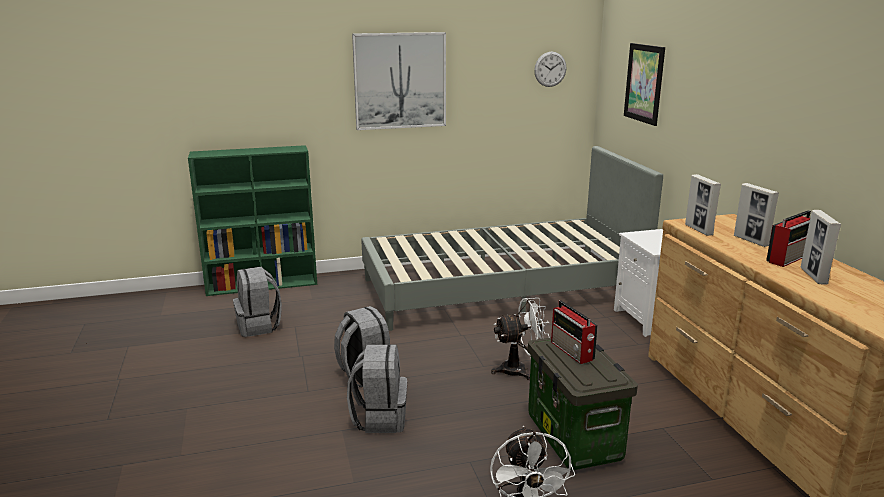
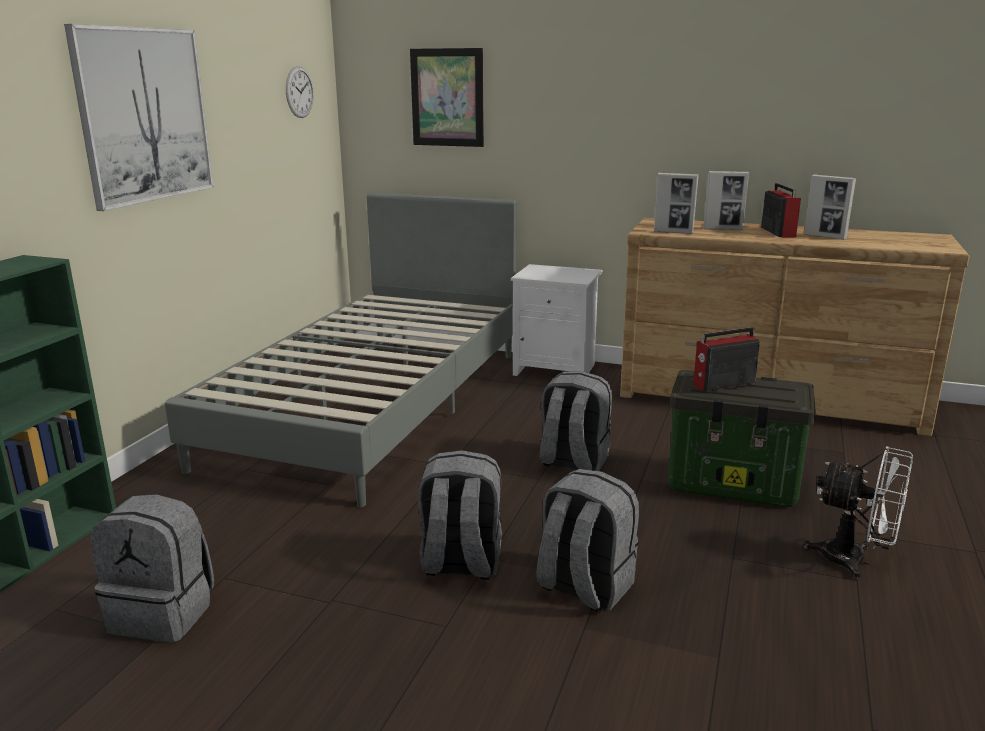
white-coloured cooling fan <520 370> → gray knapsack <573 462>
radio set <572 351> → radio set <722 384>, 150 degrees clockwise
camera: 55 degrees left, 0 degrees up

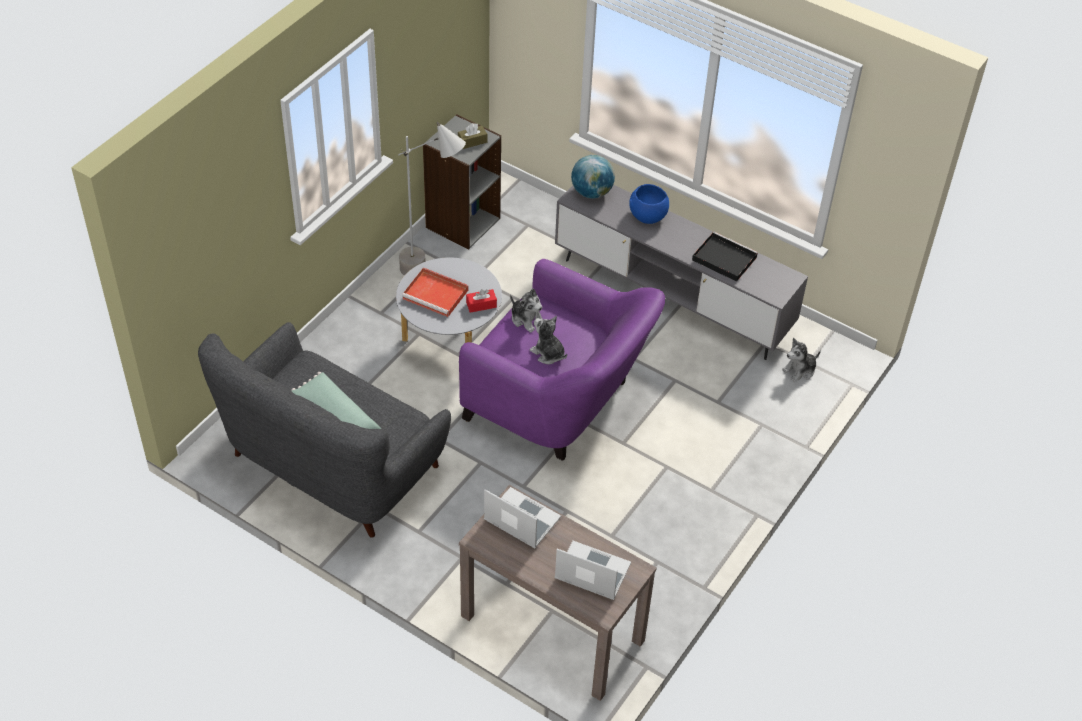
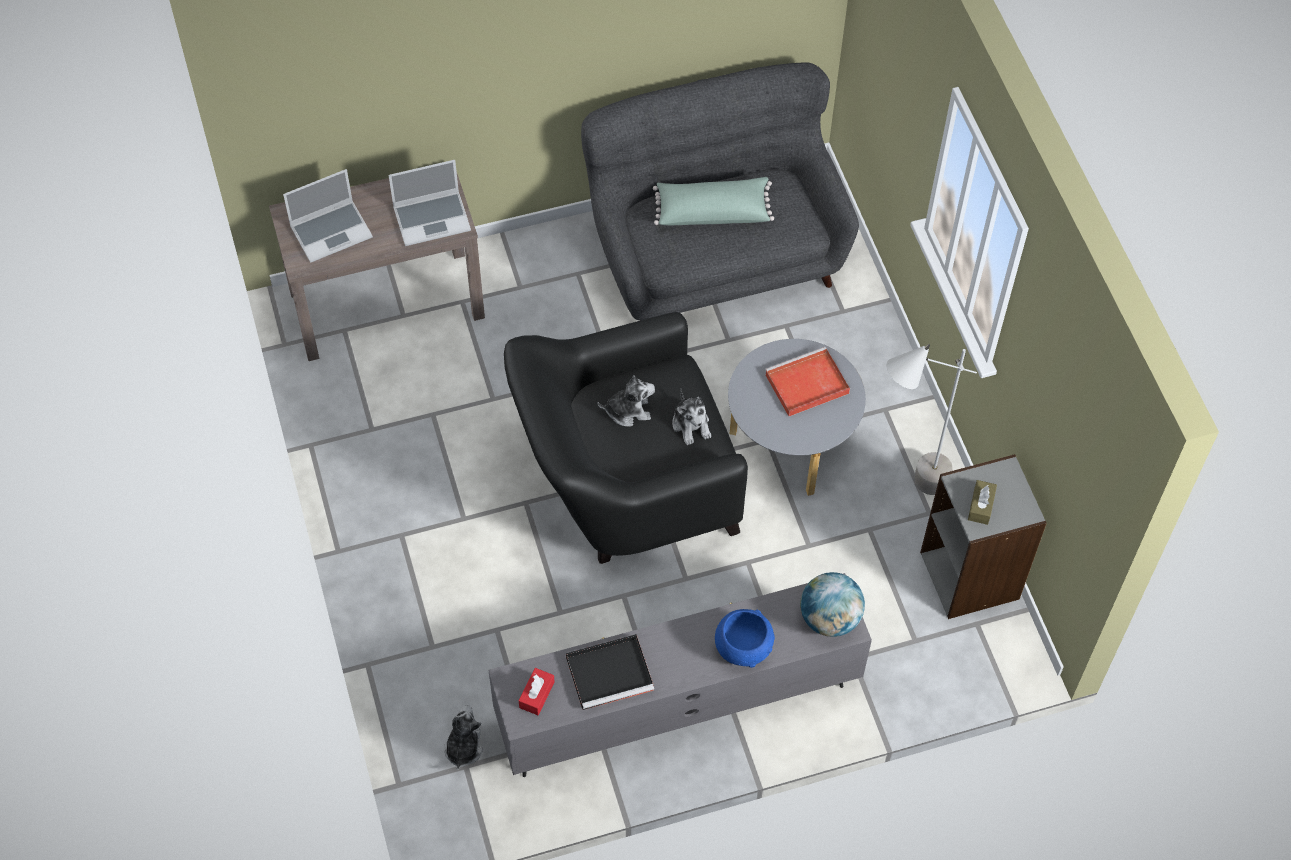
red-coloured tissue box <481 305> → red-coloured tissue box <536 695>, relocated
purple-coloured armchair <559 403> → black armchair <624 484>
cuddly toy <526 319> → cuddly toy <691 425>, 105 degrees counterclockwise
camera: 130 degrees right, 10 degrees up

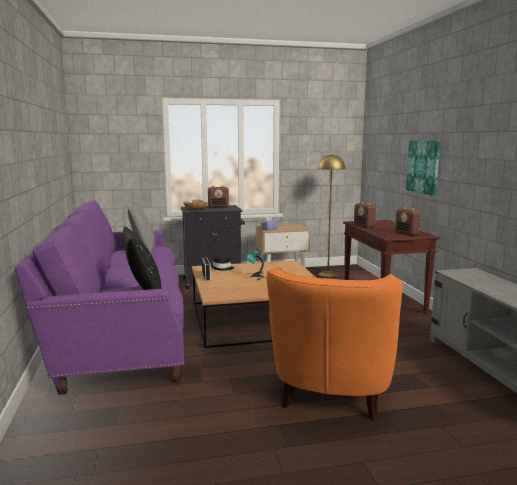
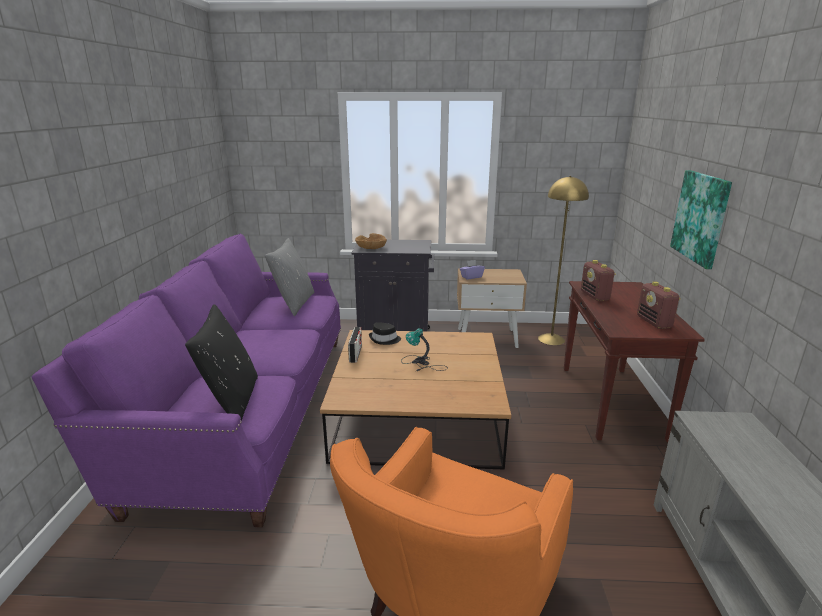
radio set <218 207> → -
camera: 15 degrees right, 10 degrees up

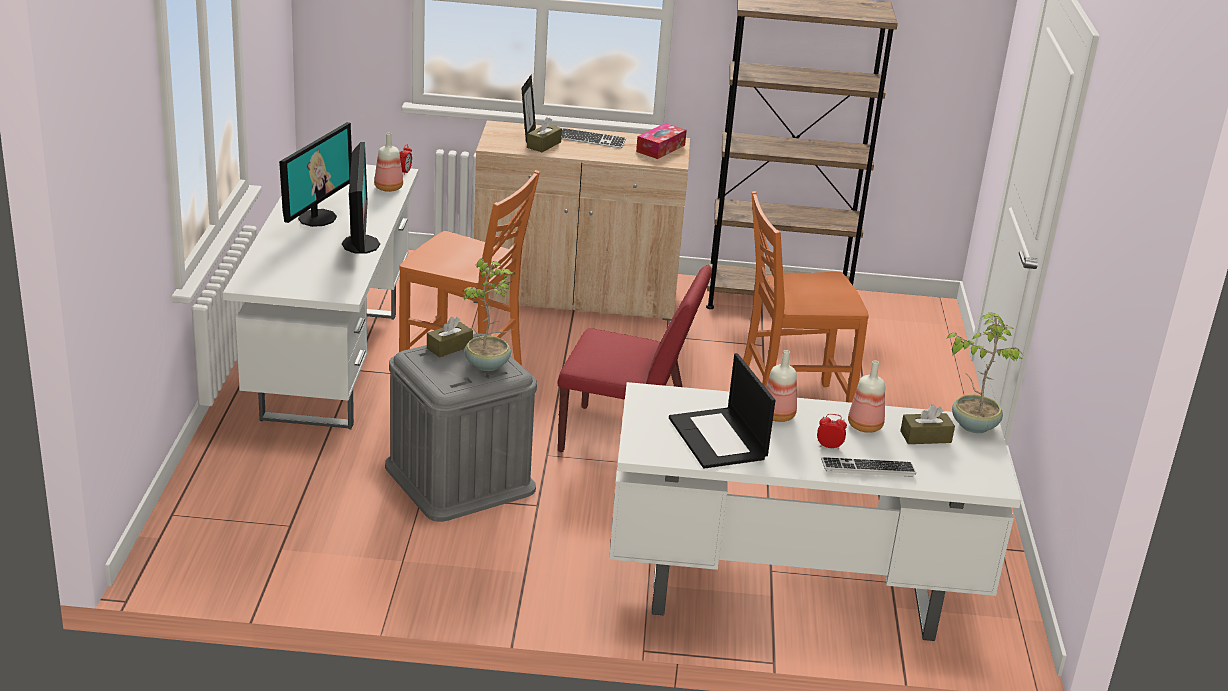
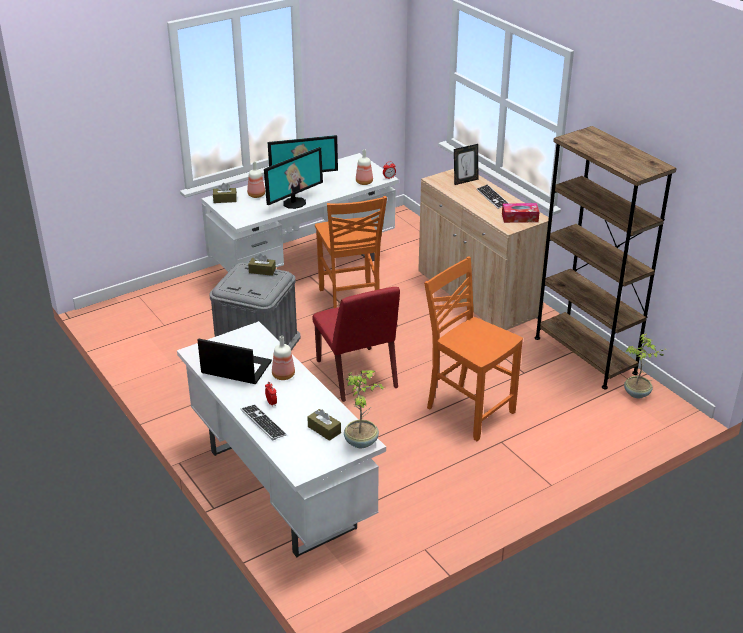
houseplant <488 365> → houseplant <637 394>, relocated
brownish tissue box <544 145> → brownish tissue box <225 199>, relocated
drink bottle <866 426> → drink bottle <256 195>, relocated
laptop <719 439> → laptop <235 368>, 75 degrees clockwise
camera: 55 degrees right, 5 degrees up

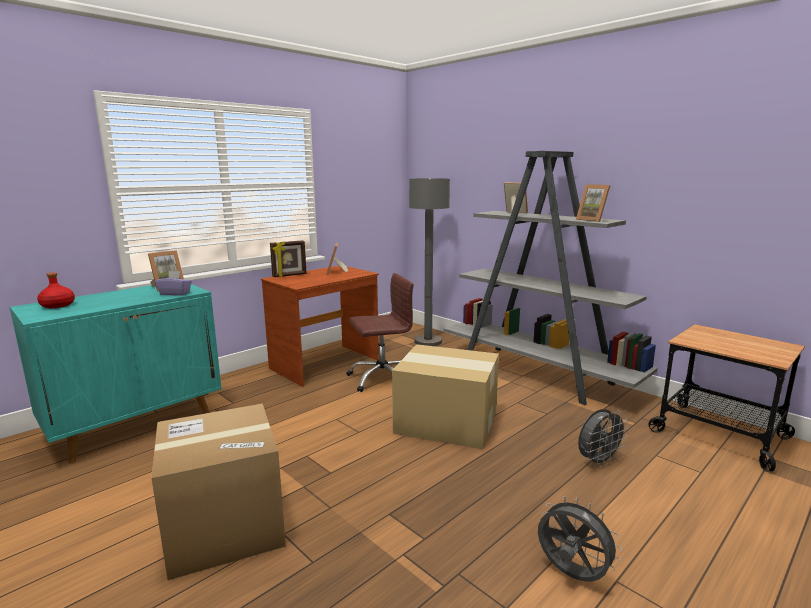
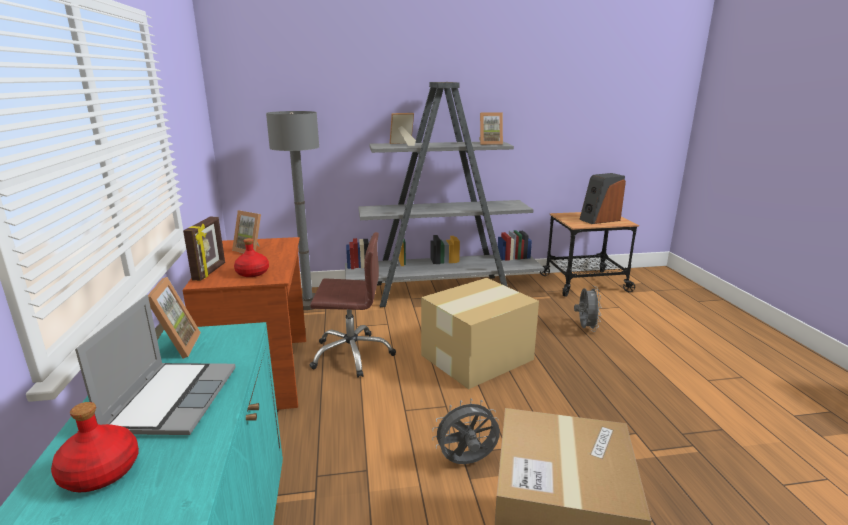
purple-coloured tissue box <175 293> → -
- → laptop <172 399>
- → red-coloured drink bottle <252 273>
- → speaker <599 219>
gray cooling fan <571 575> → gray cooling fan <467 462>, relocated
brownish computer chair <382 378> → brownish computer chair <352 354>, 75 degrees clockwise
camera: 55 degrees left, 5 degrees up

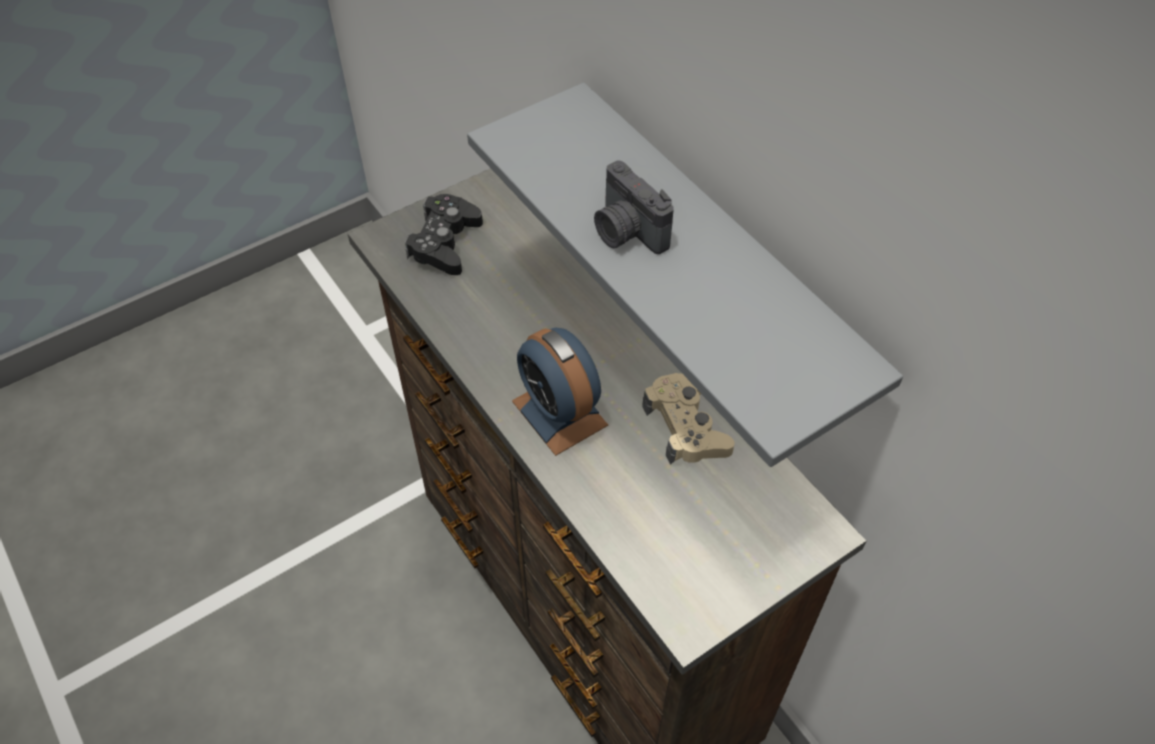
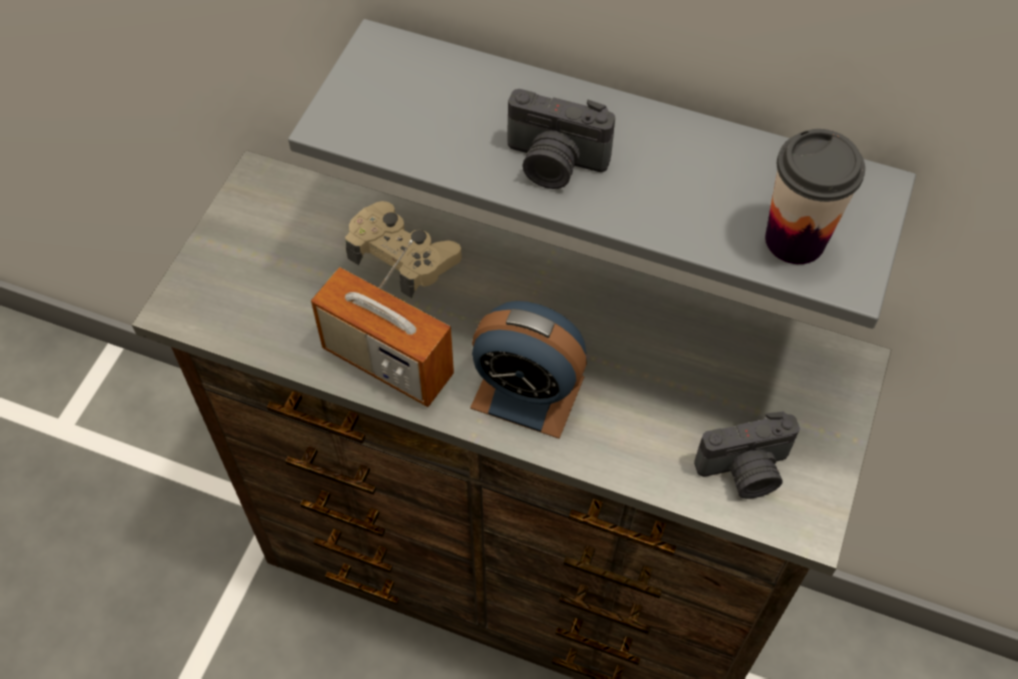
black gamepad <445 242> → -
- → radio set <387 362>
- → still camera <745 471>
- → drinking cup <795 240>
beige gamepad <686 427> → beige gamepad <402 256>, relocated
camera: 35 degrees left, 5 degrees up

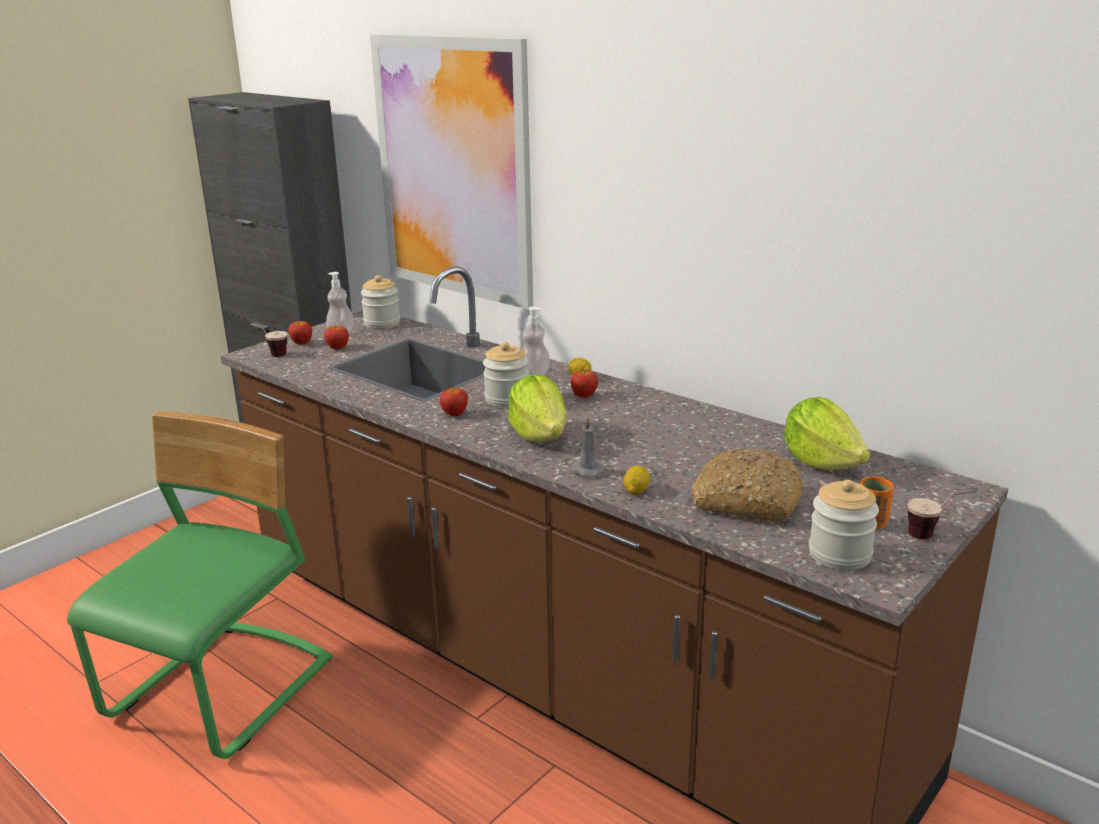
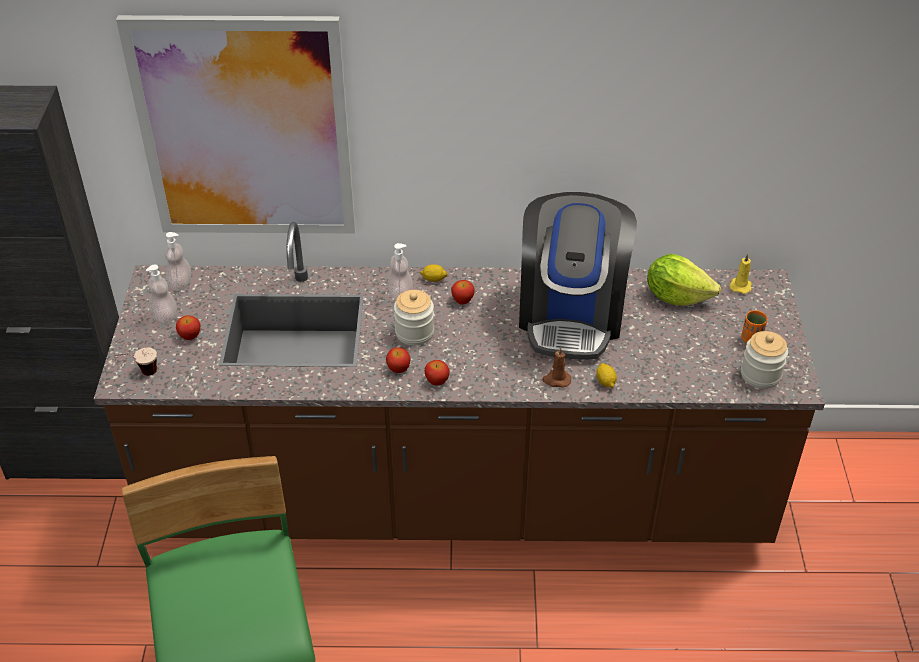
head of lettuce <540 435> → -
bakery bread <746 501> → -
drinking cup <934 536> → -
- → coffee brewer <571 314>
- → yellow wax light <740 285>
whole apple <301 343> → whole apple <437 381>, relocated
preserve jar <382 323> → liquid soap bottle <180 283>
gray wax light <586 471> → brownish wax light <556 380>
camera: 40 degrees left, 20 degrees up

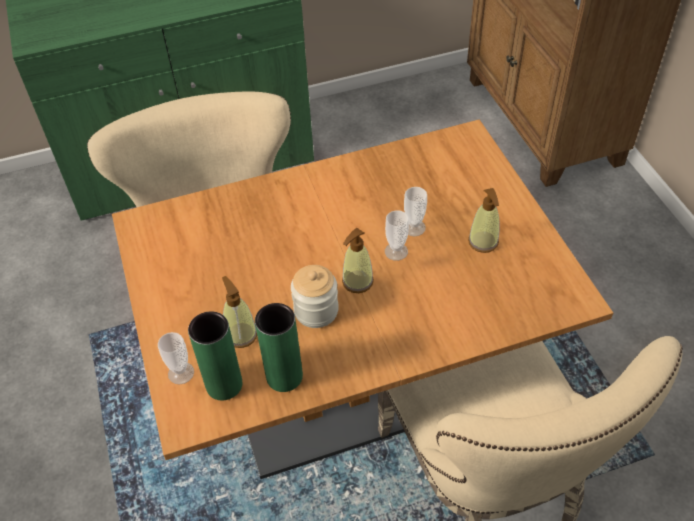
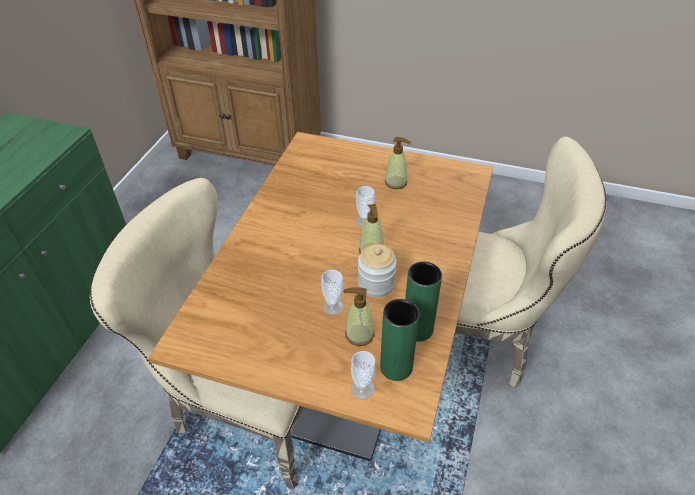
drinking cup <414 227> → drinking cup <333 306>, relocated
camera: 55 degrees left, 5 degrees down

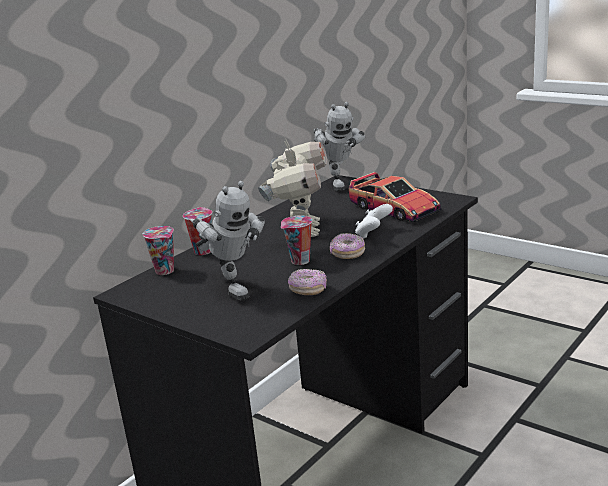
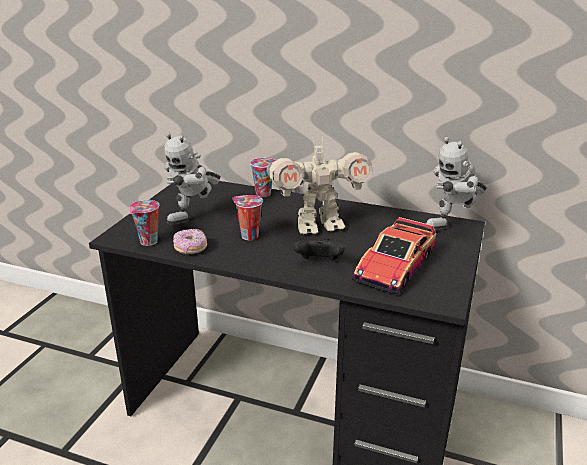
donut <347 254> → -
drinking cup <166 271> → drinking cup <148 242>, relocated
white-coloured gamepad <373 234> → black gamepad <319 263>
camera: 70 degrees right, 5 degrees up

